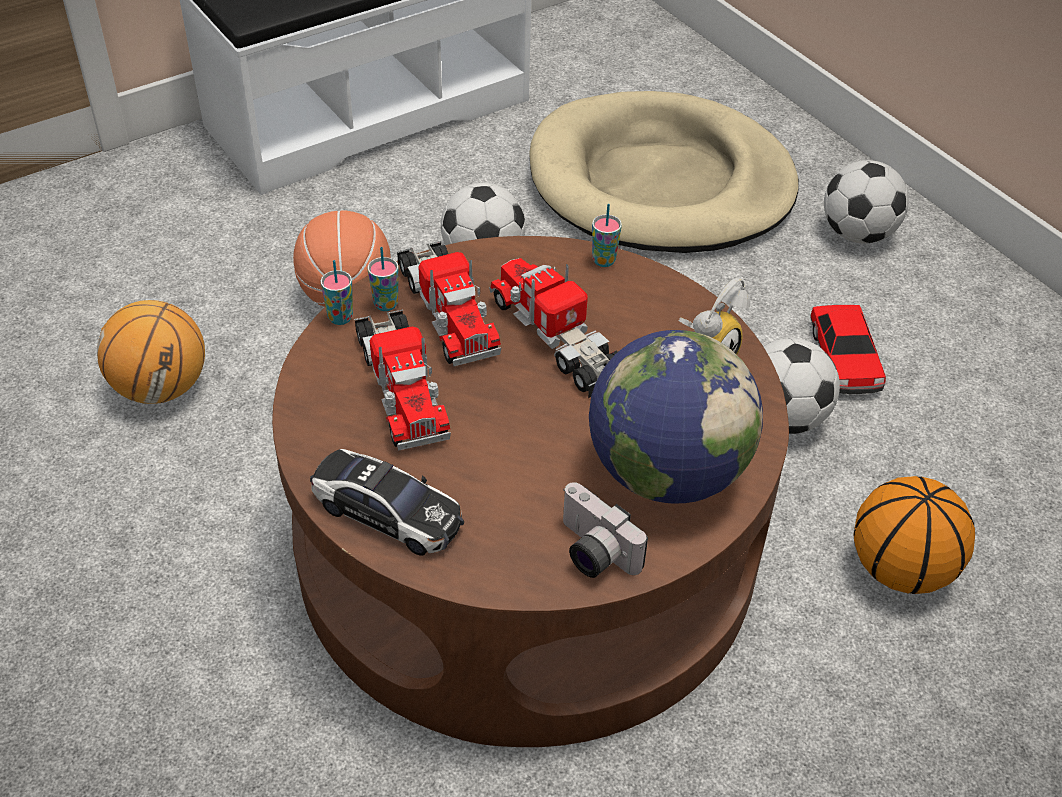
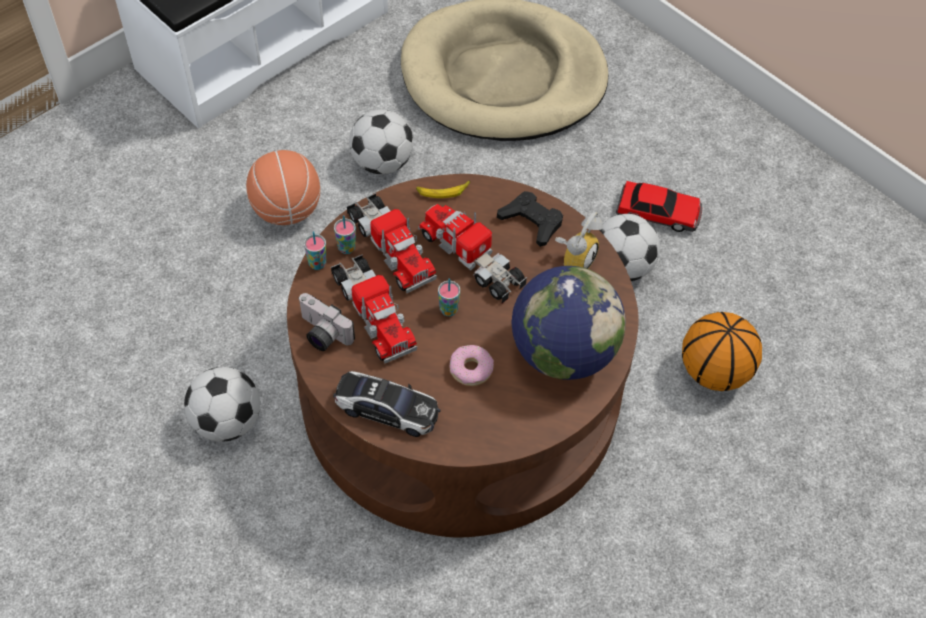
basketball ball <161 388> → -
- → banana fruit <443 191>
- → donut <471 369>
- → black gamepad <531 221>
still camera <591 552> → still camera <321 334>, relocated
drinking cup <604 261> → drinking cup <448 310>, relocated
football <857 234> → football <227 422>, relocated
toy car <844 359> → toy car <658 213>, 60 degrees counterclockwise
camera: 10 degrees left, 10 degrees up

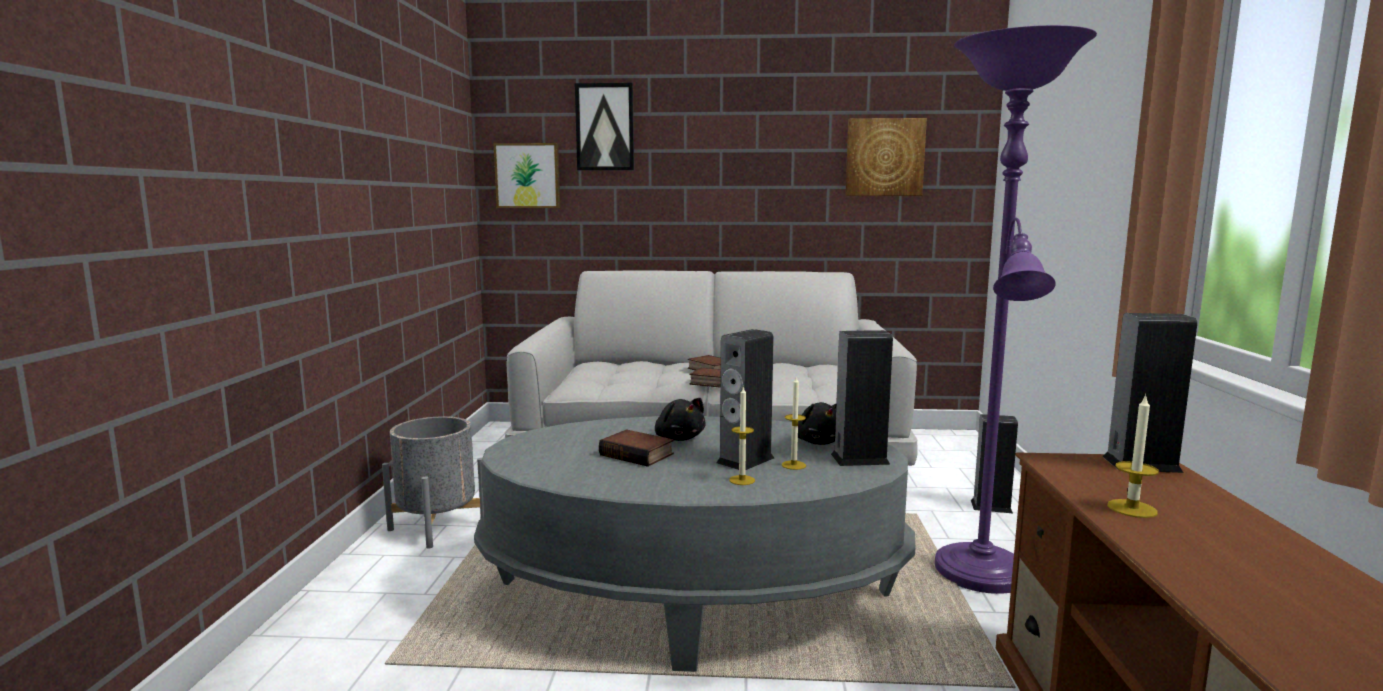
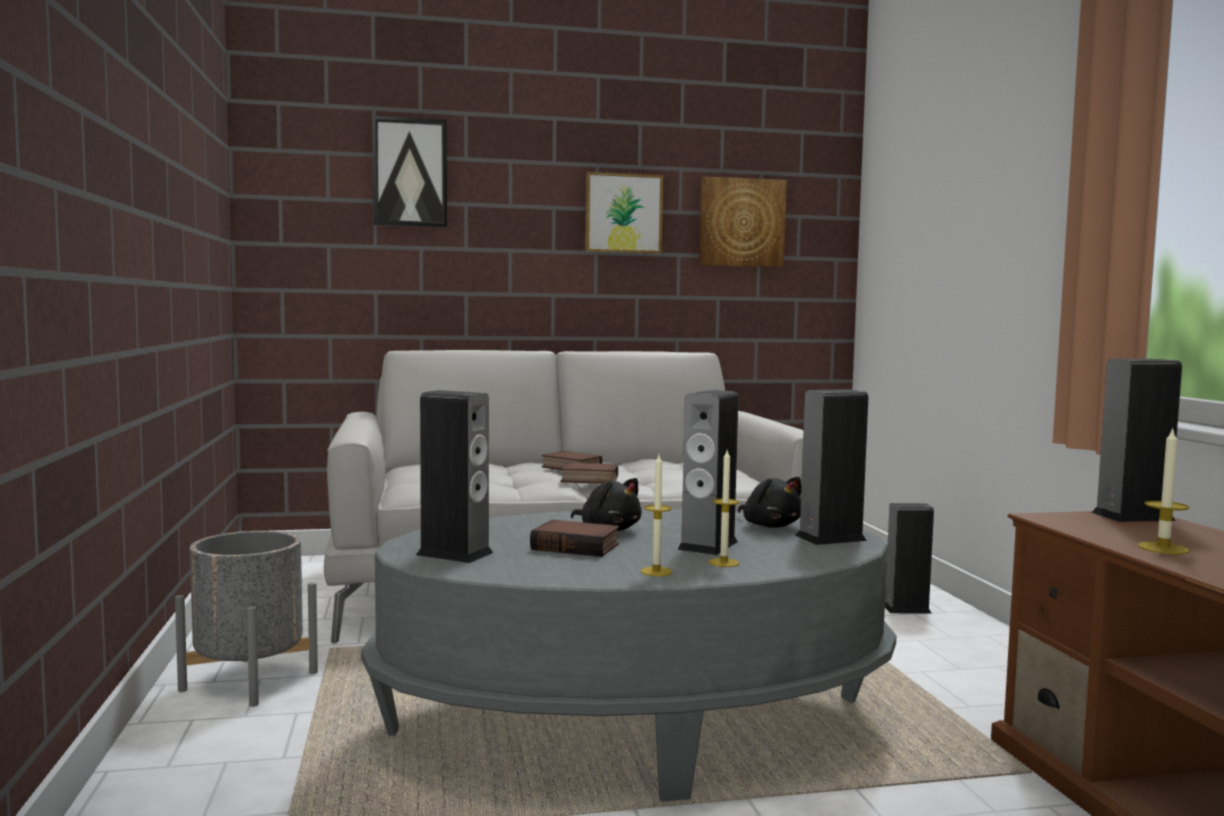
purple-coloured standing lamp <983 577> → -
- → speaker <454 554>
wall art <528 176> → wall art <622 213>, relocated
wax light <793 465> → wax light <656 571>, relocated
camera: 15 degrees left, 5 degrees down

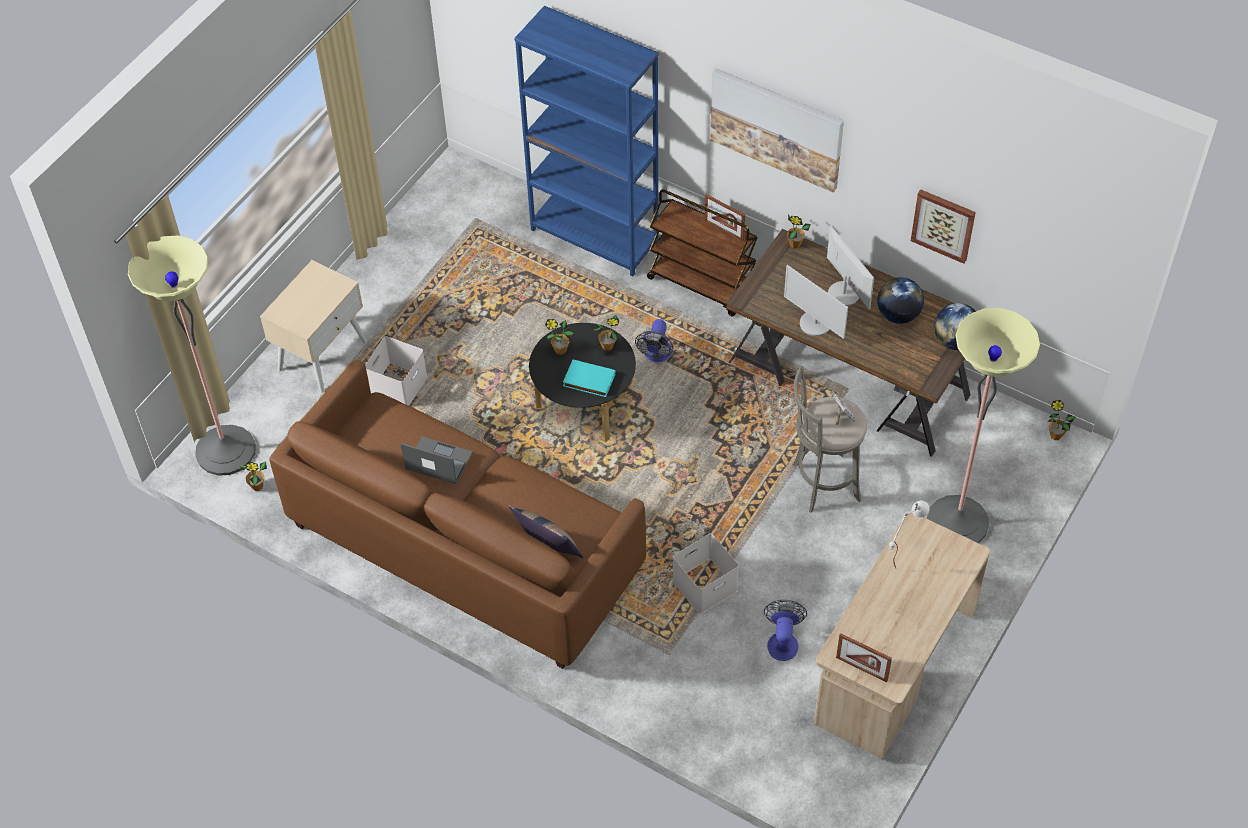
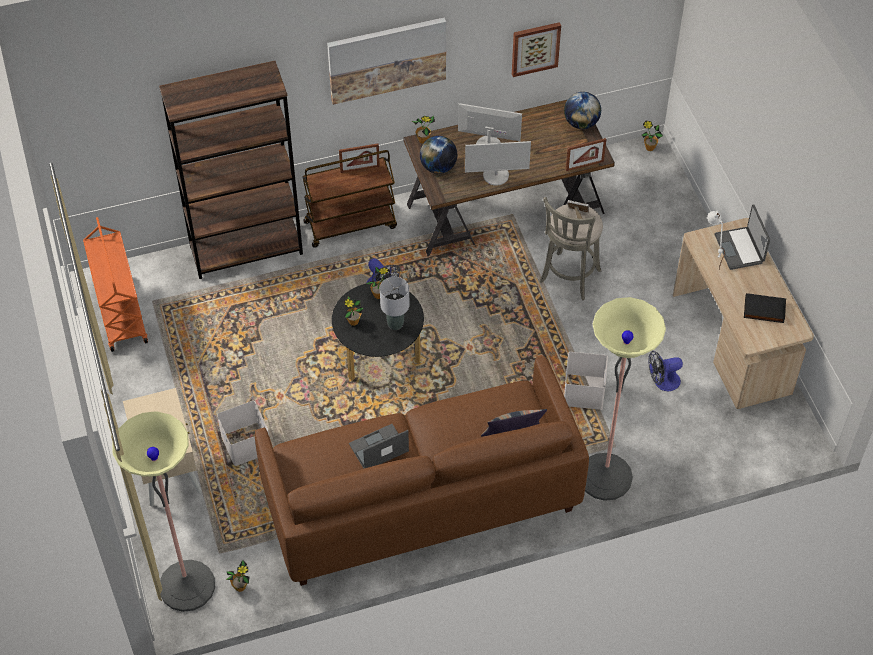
- → orange wheeled cart <120 312>
- → laptop <740 249>
- → black bound book <764 310>
photo frame <861 669> → photo frame <584 165>, relocated
desk globe <898 315> → desk globe <438 167>, relocated
standing lamp <957 522> → standing lamp <605 477>, relocated
turquoise-coloured bound book <588 381> → gray lamp for a table <395 324>
blue bookcase <594 237> → brownish bookcase <246 250>
cooling fan <782 641> → cooling fan <662 382>, 60 degrees counterclockwise
camera: 50 degrees left, 0 degrees up

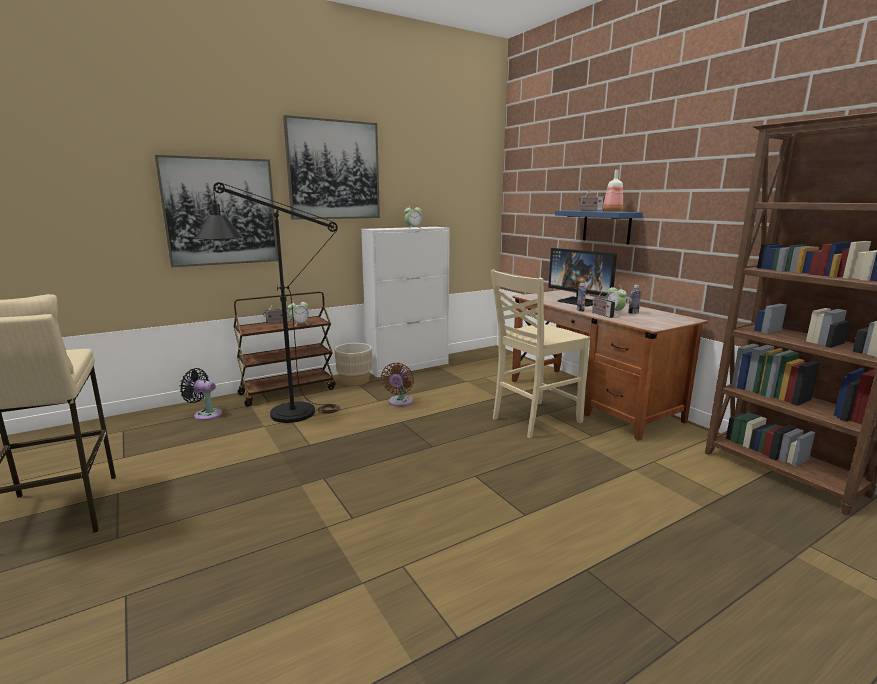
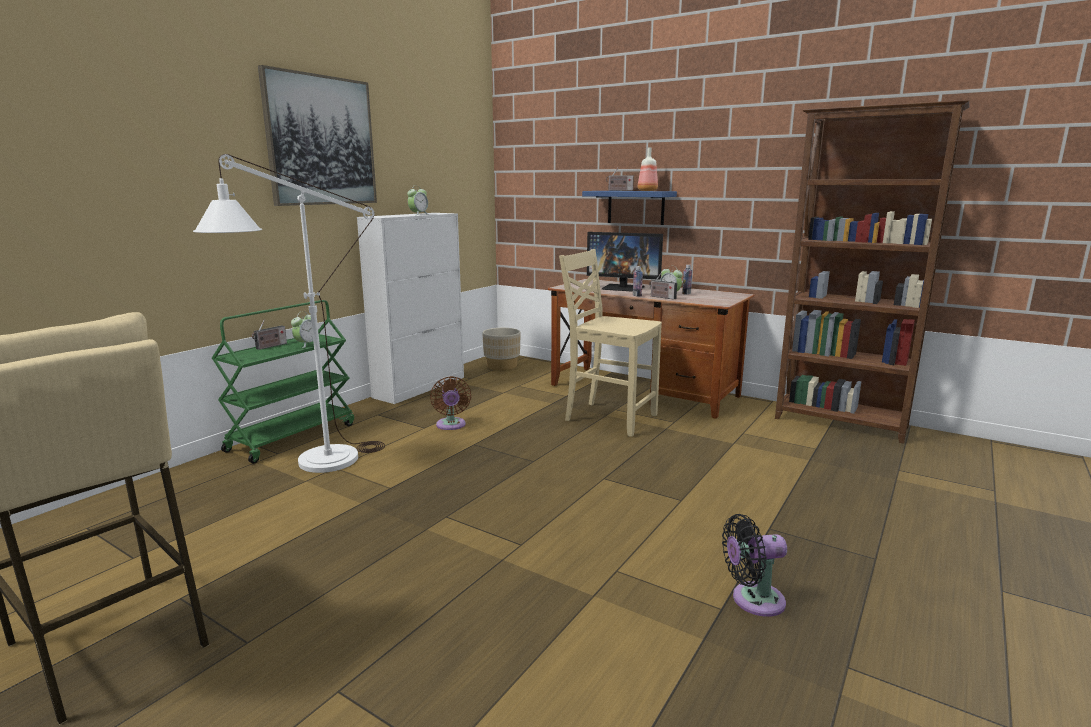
wall art <220 212> → -
black cooling fan <205 414> → black cooling fan <752 600>, relocated
beige flower pot <354 381> → beige flower pot <502 366>, relocated
black standing lamp <279 415> → white-coloured standing lamp <312 465>
brownish wheeled cart <288 391> → green wheeled cart <292 437>
beige plain chair <534 420> → beige plain chair <609 418>, 90 degrees clockwise
camera: 25 degrees left, 0 degrees up

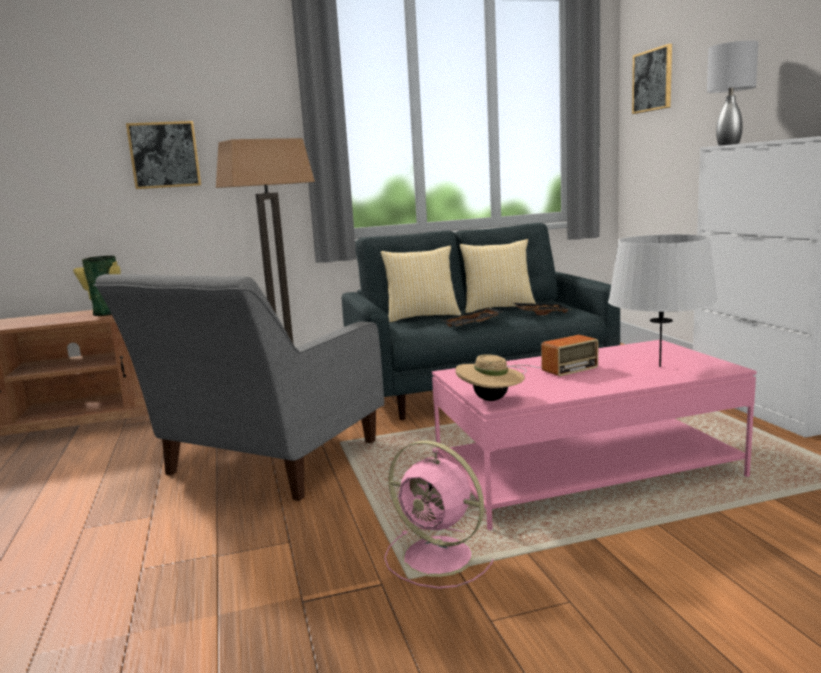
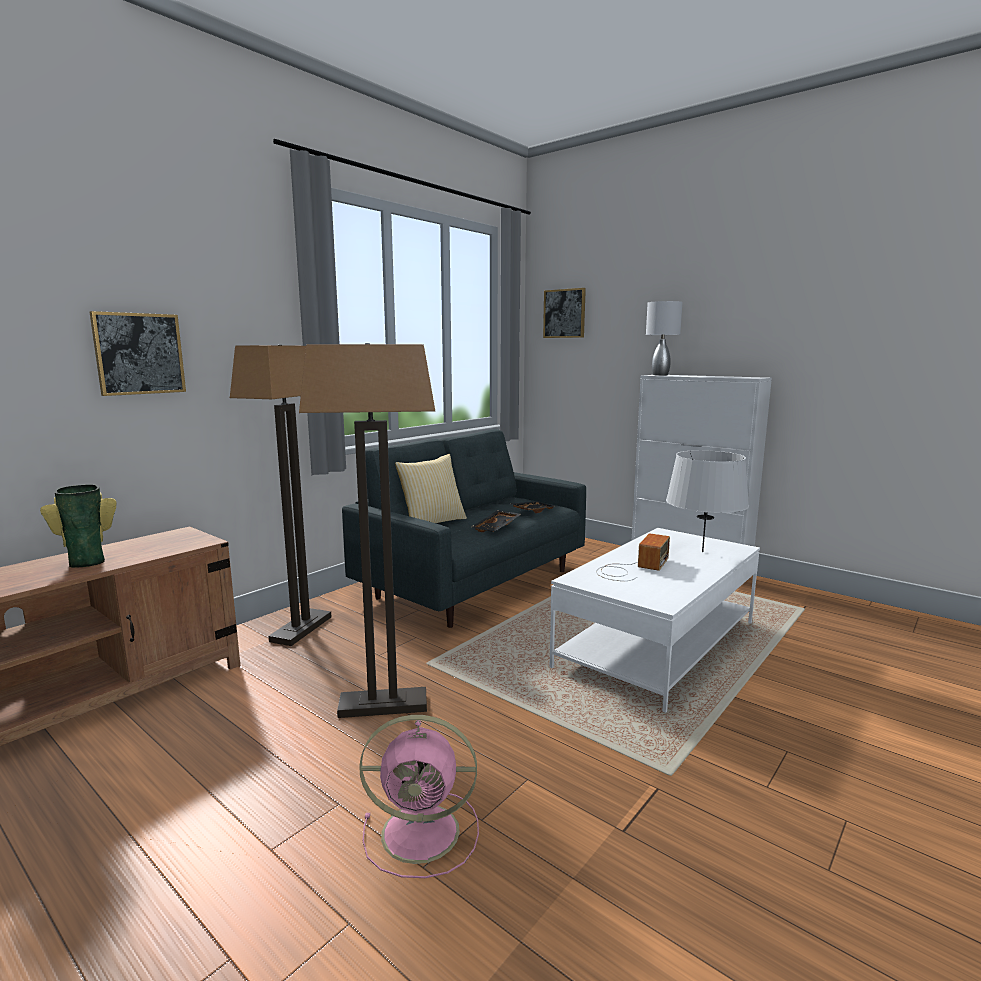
beige clothing hat <491 400> → -
throw pillow <498 308> → -
pink-coloured cooling fan <441 557> → pink-coloured cooling fan <424 832>, relocated
gray armchair <265 464> → standing lamp <382 706>
pink-coloured coffee table <586 472> → white-coloured coffee table <657 644>
camera: 35 degrees left, 0 degrees up

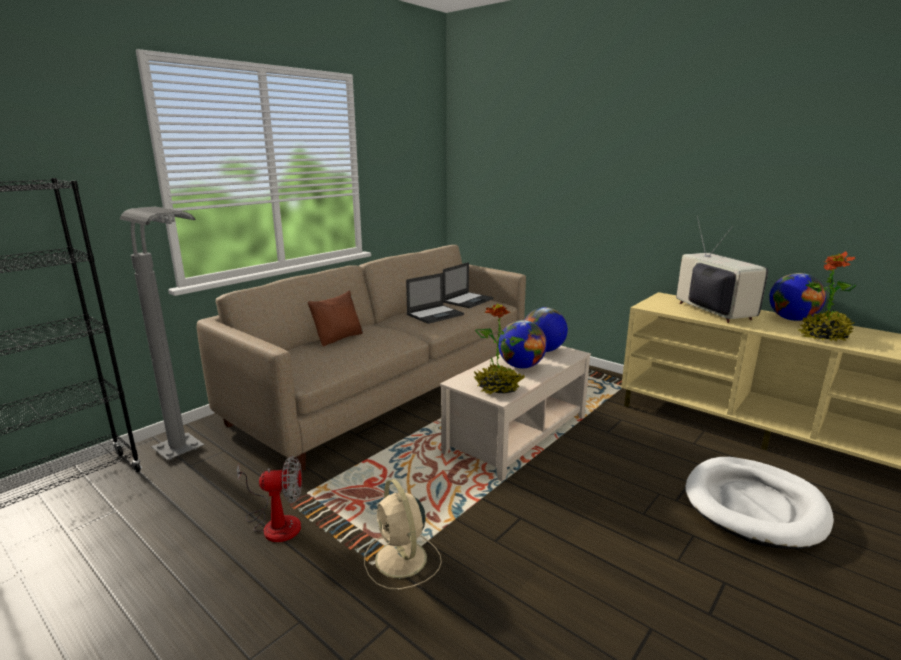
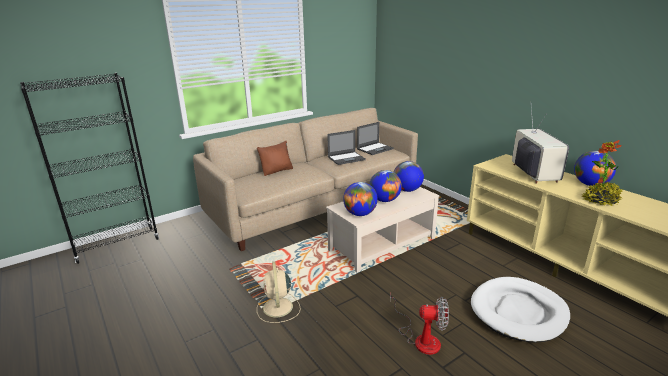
gray standing lamp <191 458> → -
cooling fan <275 523> → cooling fan <421 338>, relocated
houseplant <498 388> → desk globe <360 214>
camera: 15 degrees right, 5 degrees up

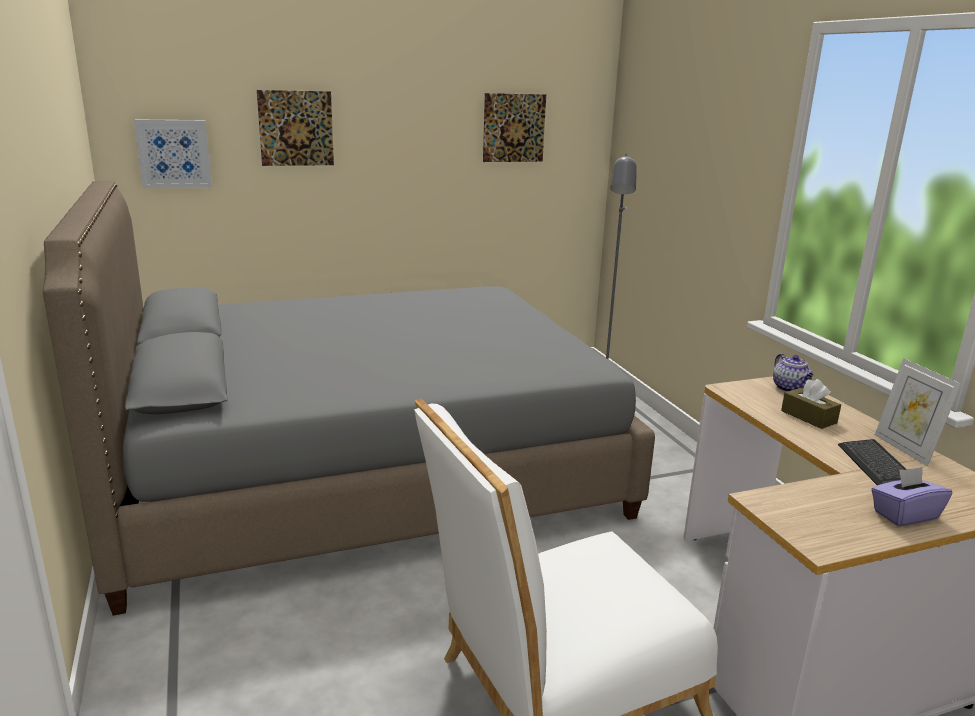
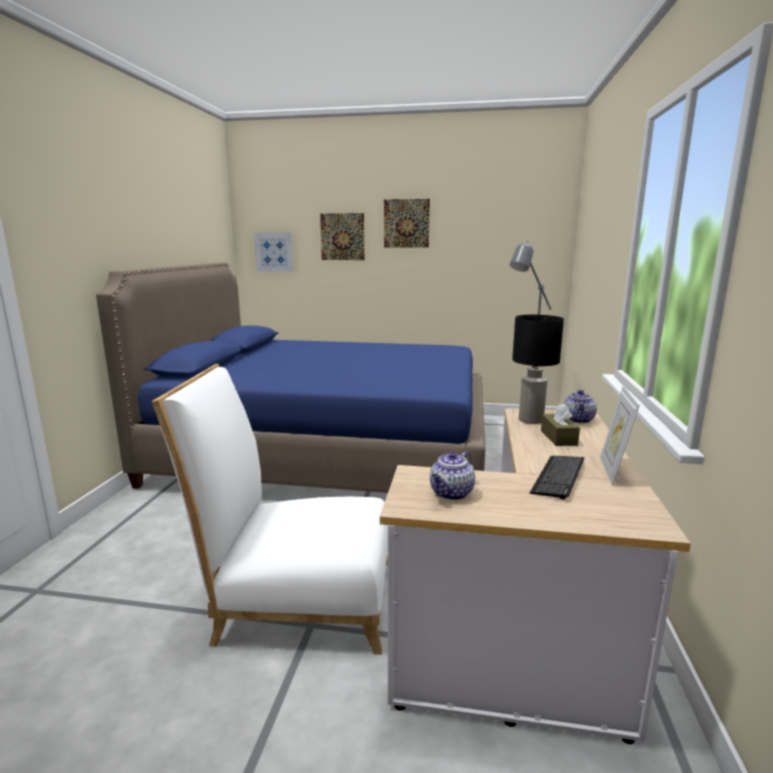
purple-coloured tissue box <904 515> → -
- → tea pot <451 493>
- → black lamp for a table <531 420>
wall art <514 128> → wall art <406 223>, relocated
gray sleeping bed <365 471> → blue sleeping bed <328 452>
camera: 30 degrees right, 5 degrees down

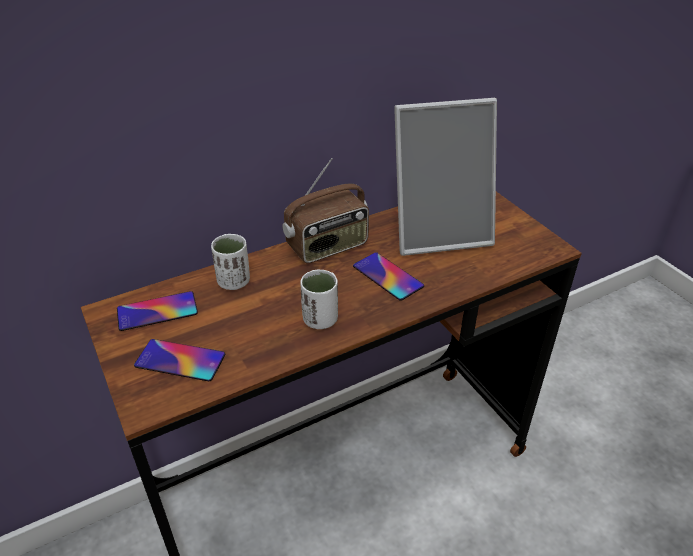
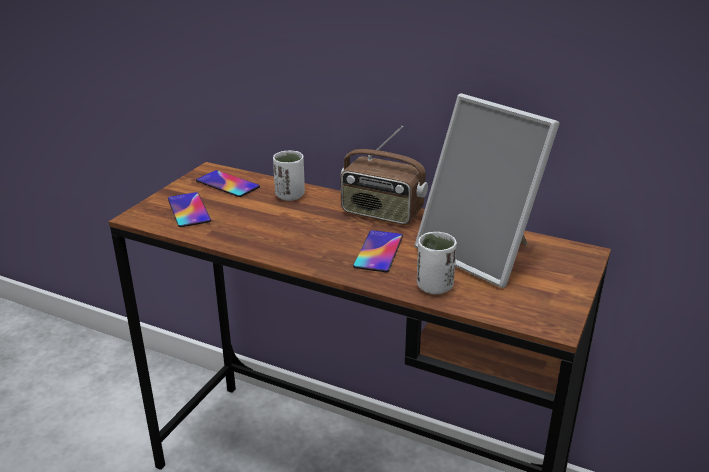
white-coloured drinking cup <320 320> → white-coloured drinking cup <434 286>, relocated
camera: 55 degrees right, 10 degrees down

